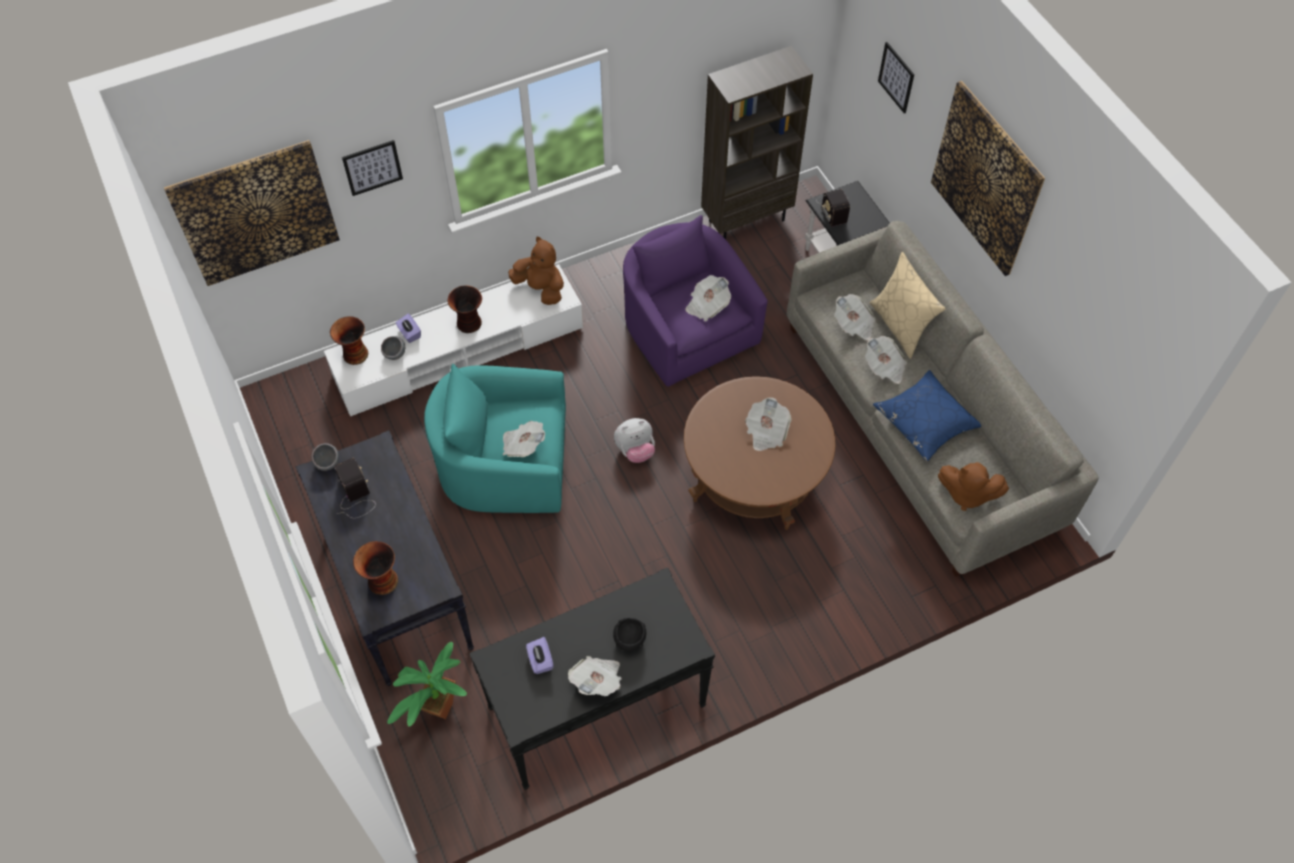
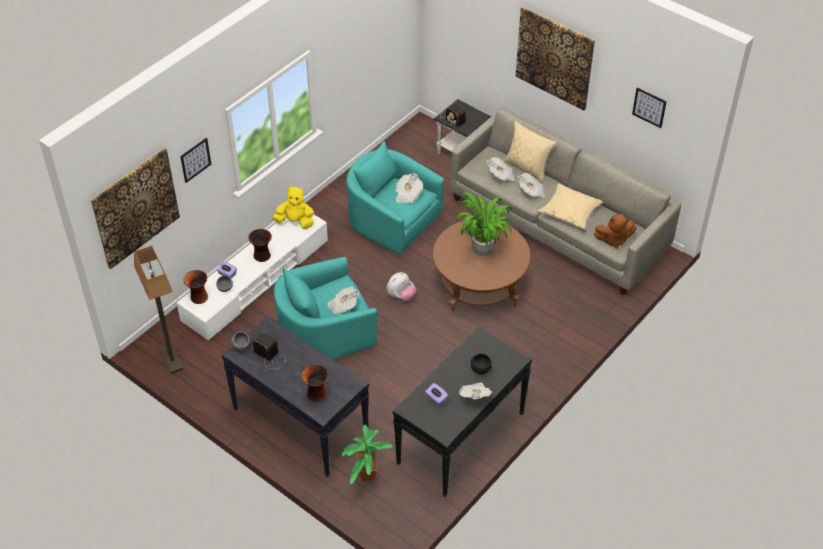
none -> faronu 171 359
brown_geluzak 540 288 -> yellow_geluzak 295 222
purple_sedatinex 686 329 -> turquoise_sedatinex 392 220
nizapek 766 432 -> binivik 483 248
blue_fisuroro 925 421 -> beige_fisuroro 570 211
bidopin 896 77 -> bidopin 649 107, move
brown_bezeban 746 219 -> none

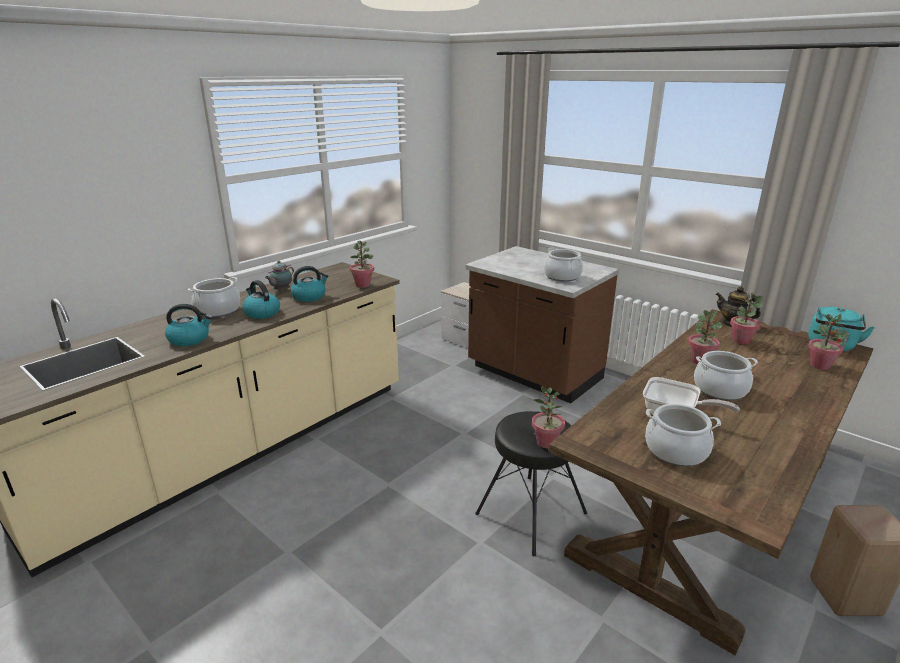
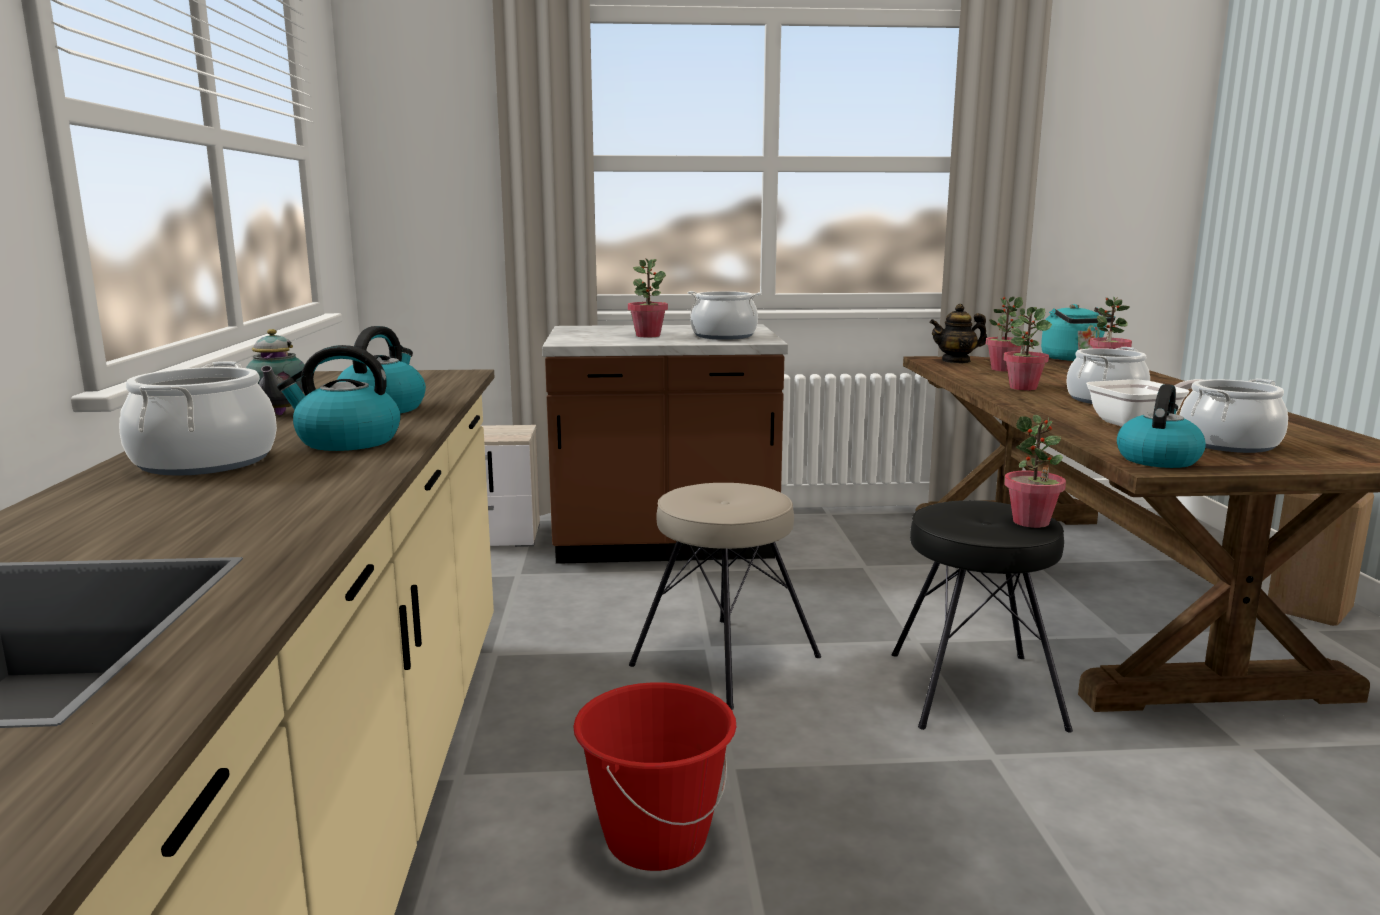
none -> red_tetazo 655 839
binivik 363 285 -> binivik 648 335, move
none -> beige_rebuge 724 660
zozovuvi 190 339 -> zozovuvi 1157 459, move

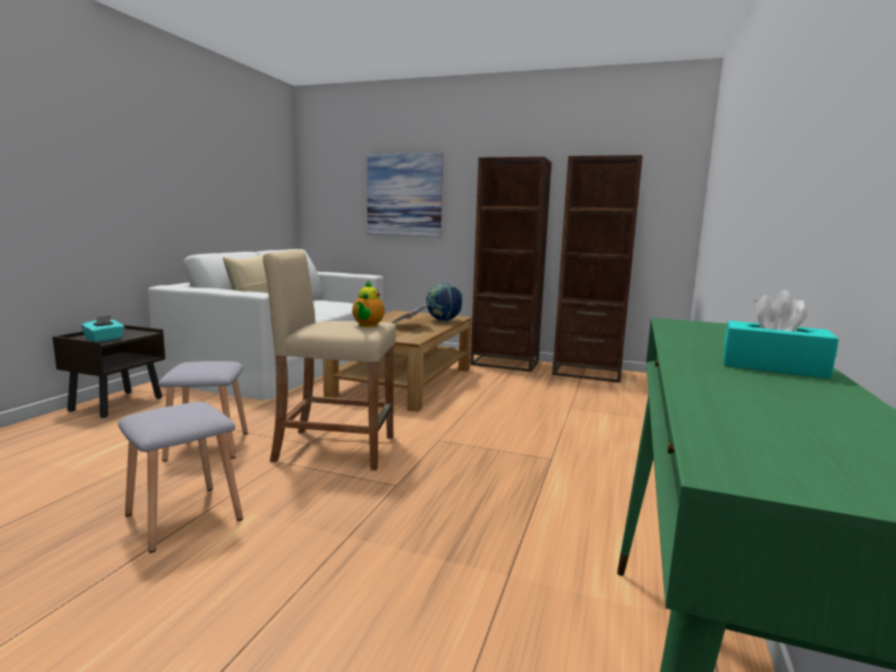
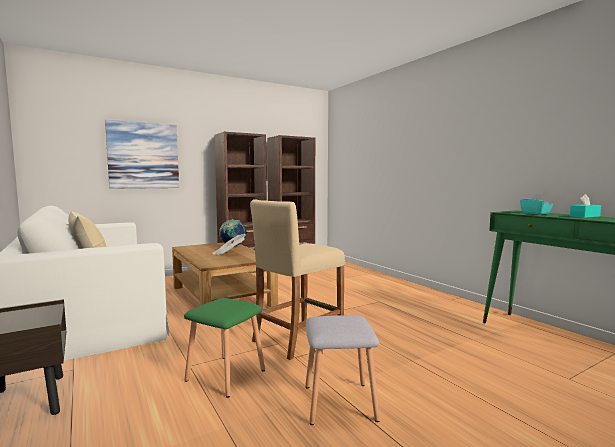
grey_rebuge 207 445 -> green_rebuge 224 375
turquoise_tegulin 105 339 -> turquoise_tegulin 535 213, move
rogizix 367 325 -> none

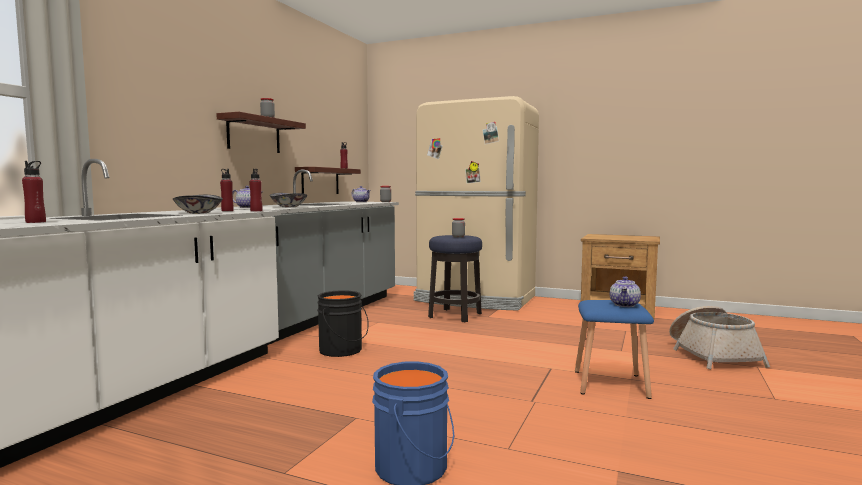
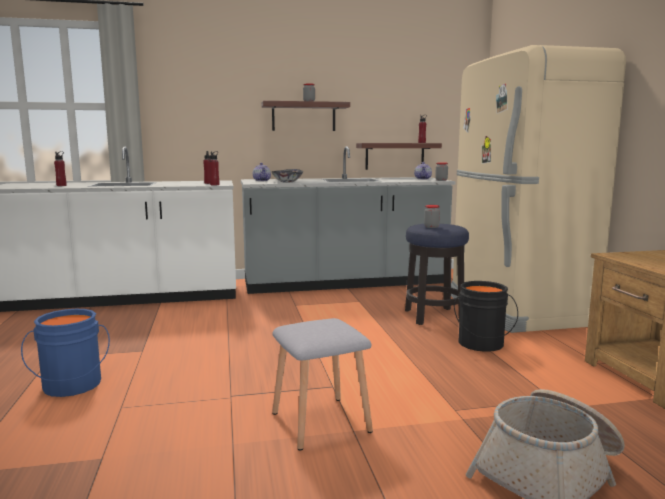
blue_rebuge 611 384 -> grey_rebuge 322 422
black_tetazo 342 350 -> black_tetazo 481 344, move
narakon 198 213 -> none
rogizix 625 305 -> none

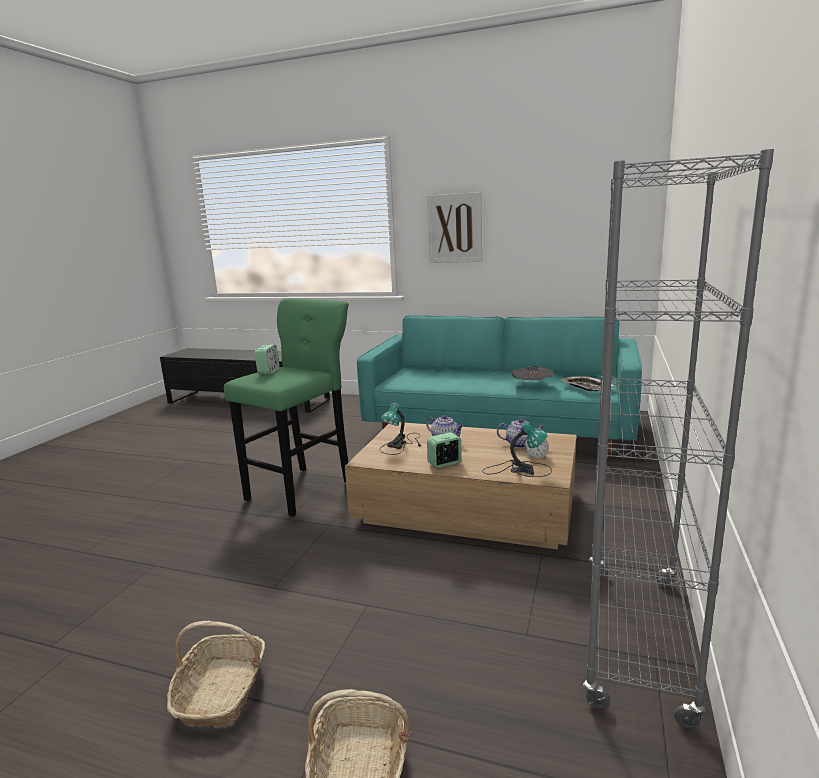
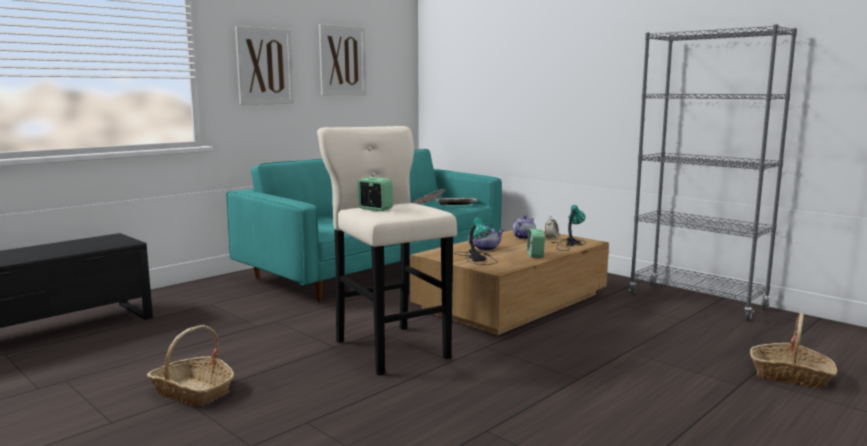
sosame 222 691 -> sosame 193 392, move
green_rebuge 303 488 -> beige_rebuge 389 347
none -> bidopin 342 61

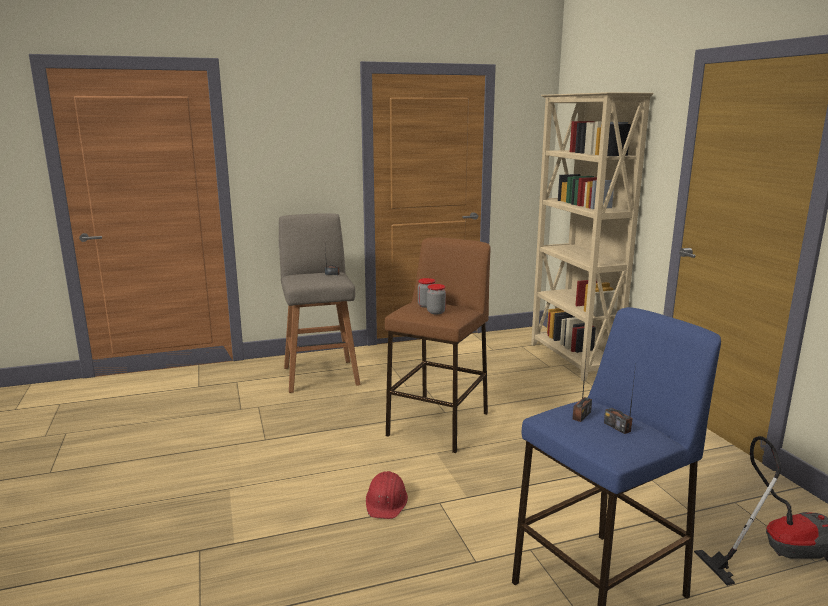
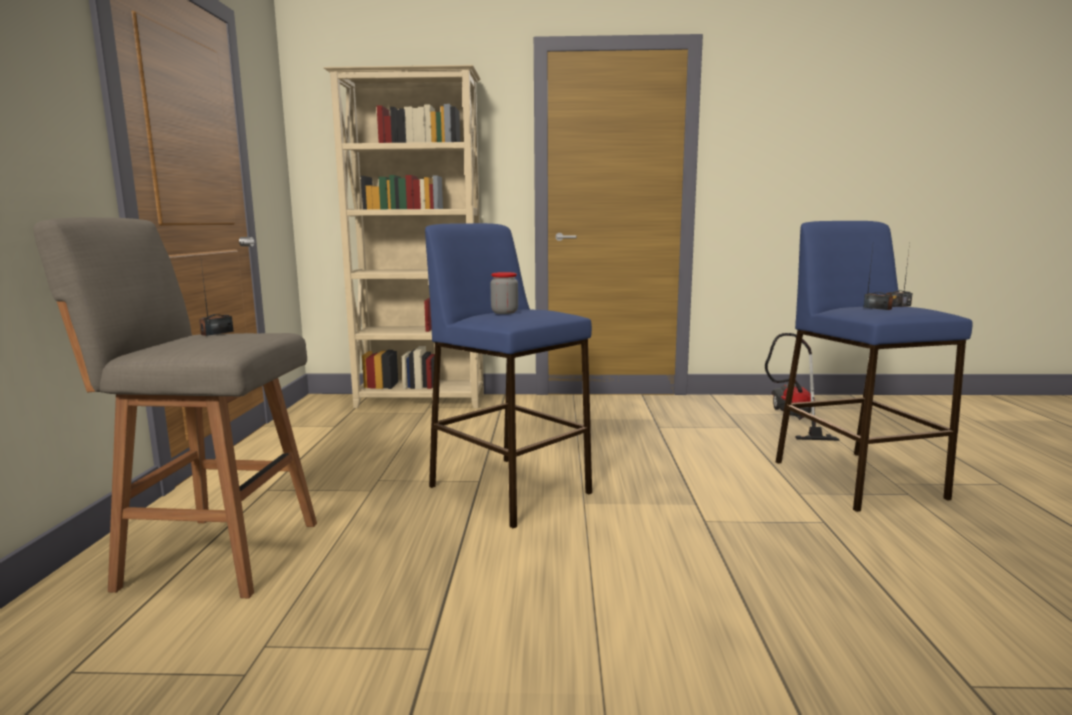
brown_rebuge 439 423 -> blue_rebuge 508 489
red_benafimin 386 501 -> none
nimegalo 436 312 -> none

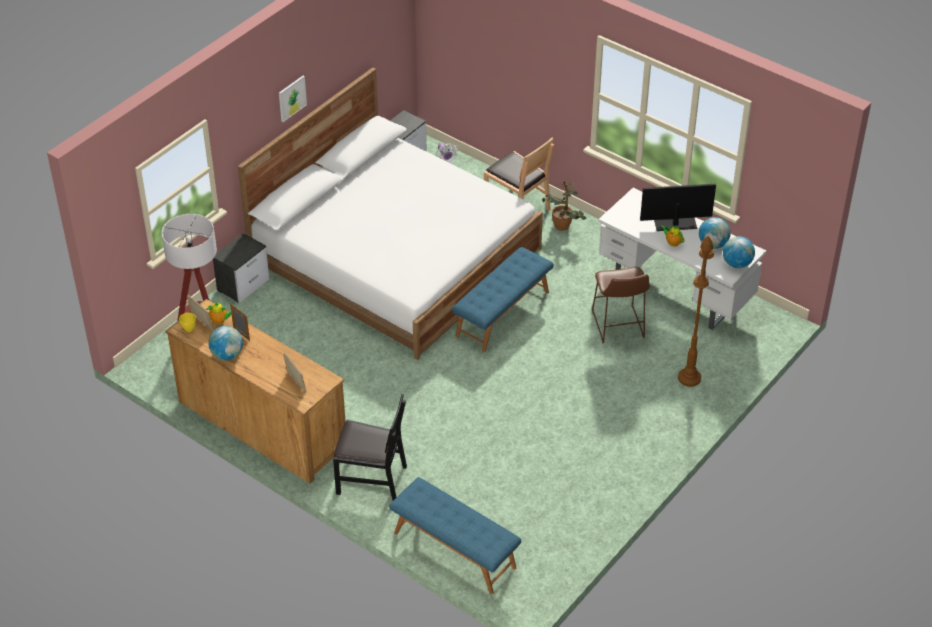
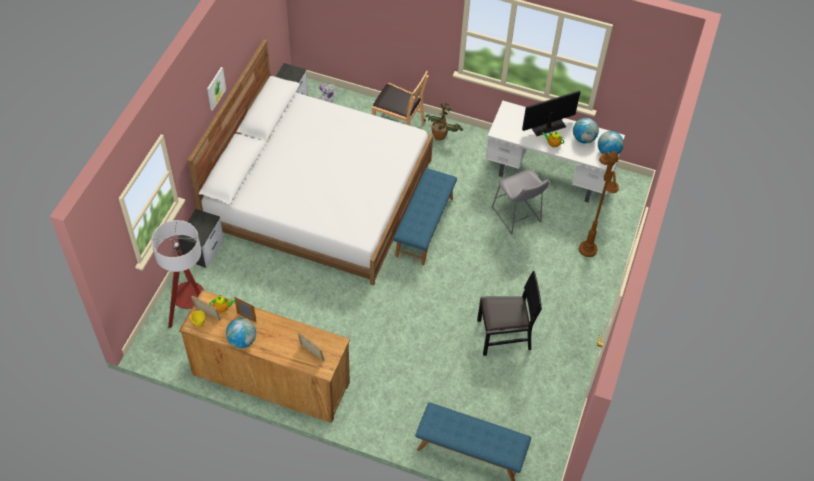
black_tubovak 371 479 -> black_tubovak 503 335, move
brown_rebuge 618 327 -> grey_rebuge 517 217

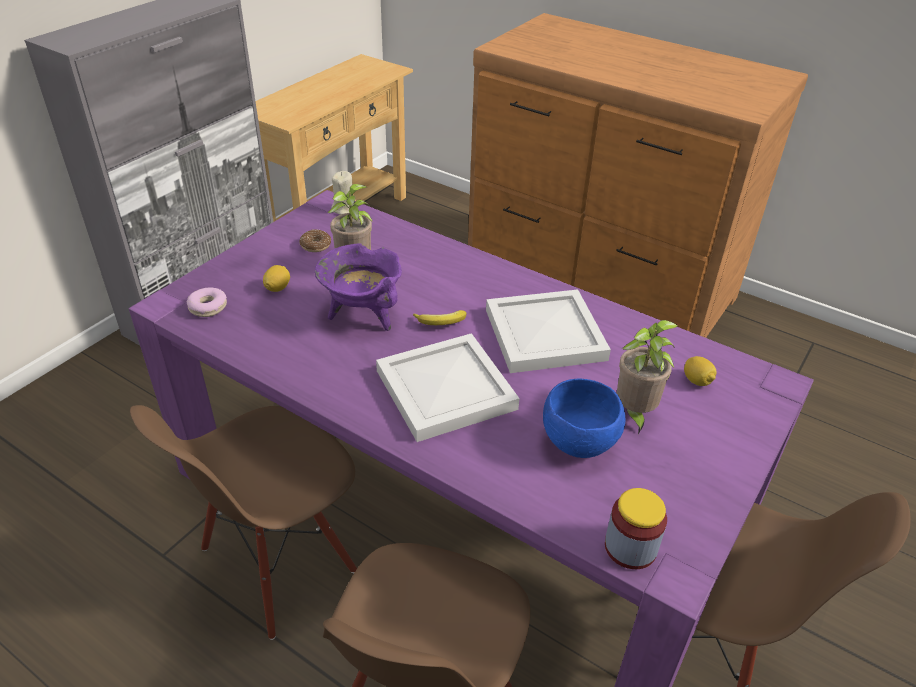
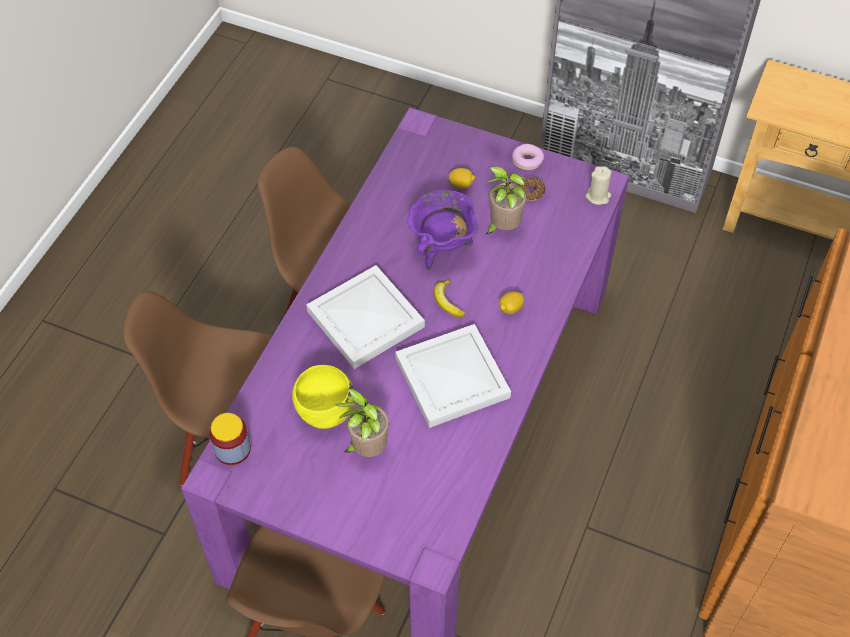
blue_narakon 579 444 -> yellow_narakon 325 413
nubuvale 697 381 -> nubuvale 510 309, move
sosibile 208 307 -> sosibile 527 160, move

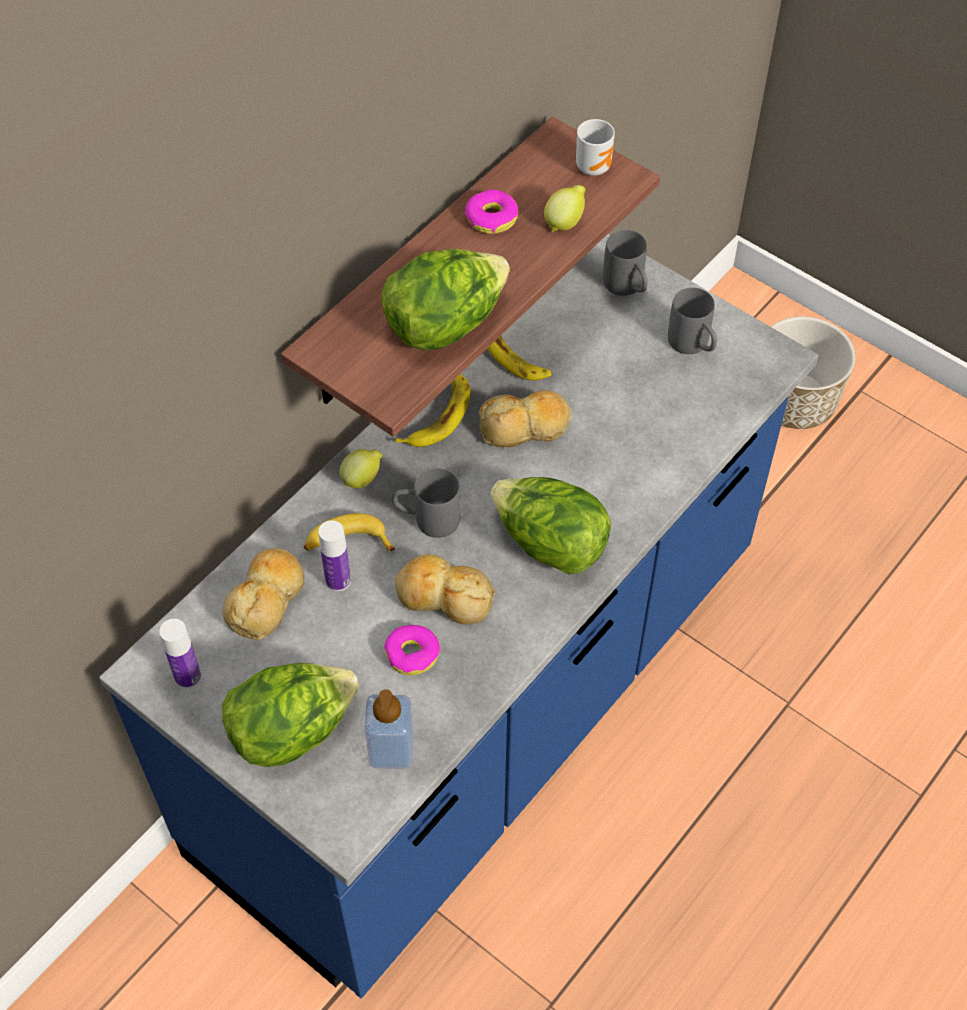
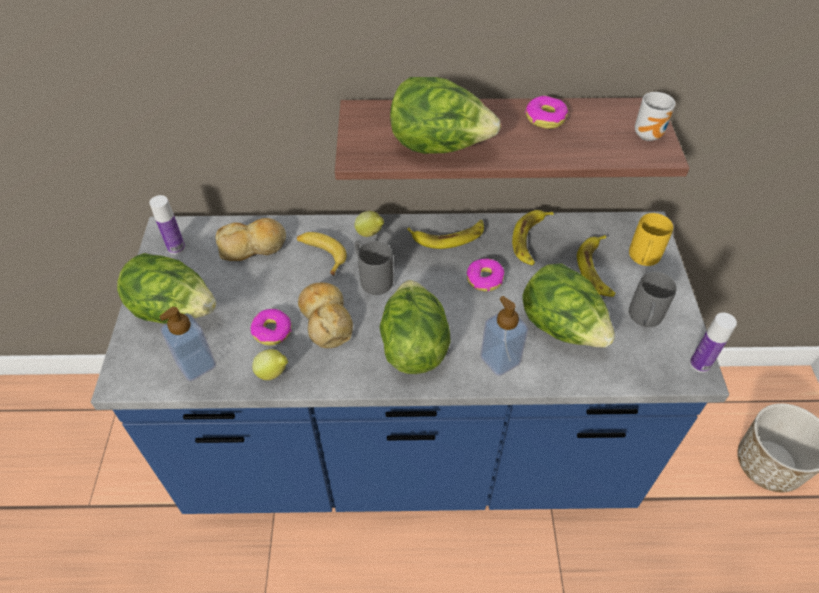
nubuvale 565 222 -> nubuvale 273 373, move
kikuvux 525 427 -> sosibile 484 279
none -> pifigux 500 360
none -> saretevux 562 327
none -> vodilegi 596 269
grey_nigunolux 627 288 -> yellow_nigunolux 643 260
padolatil 338 580 -> padolatil 700 364, move

